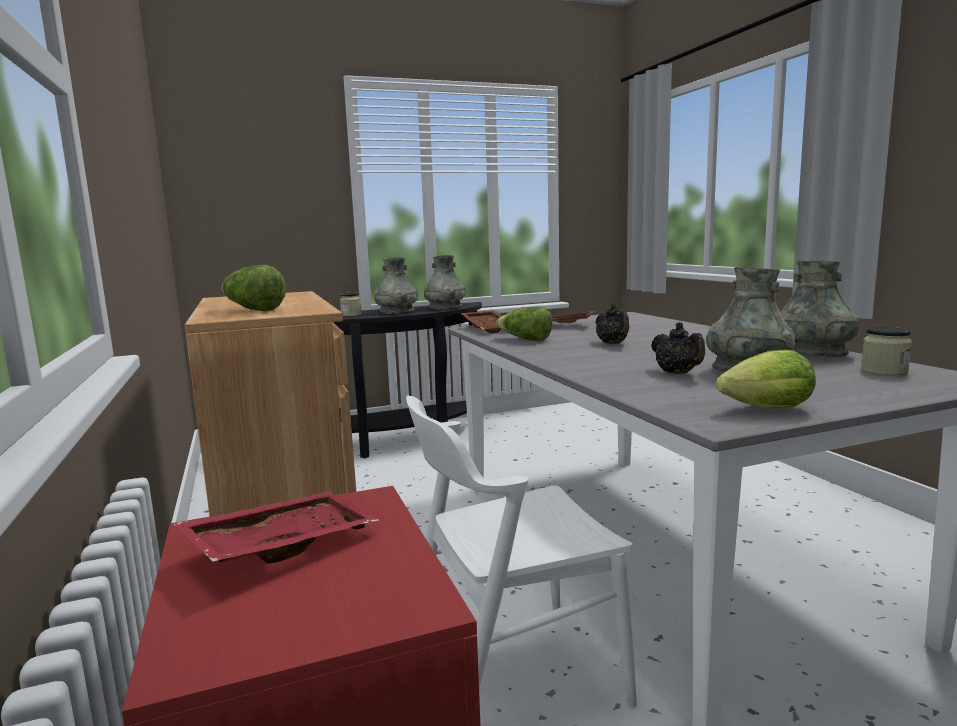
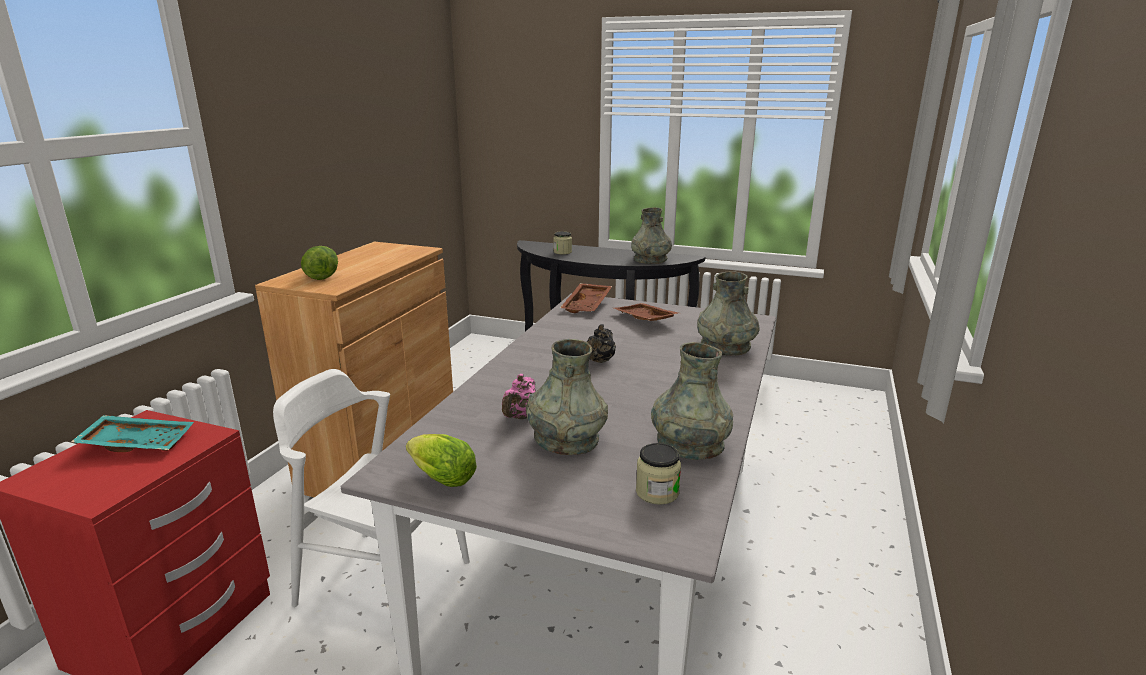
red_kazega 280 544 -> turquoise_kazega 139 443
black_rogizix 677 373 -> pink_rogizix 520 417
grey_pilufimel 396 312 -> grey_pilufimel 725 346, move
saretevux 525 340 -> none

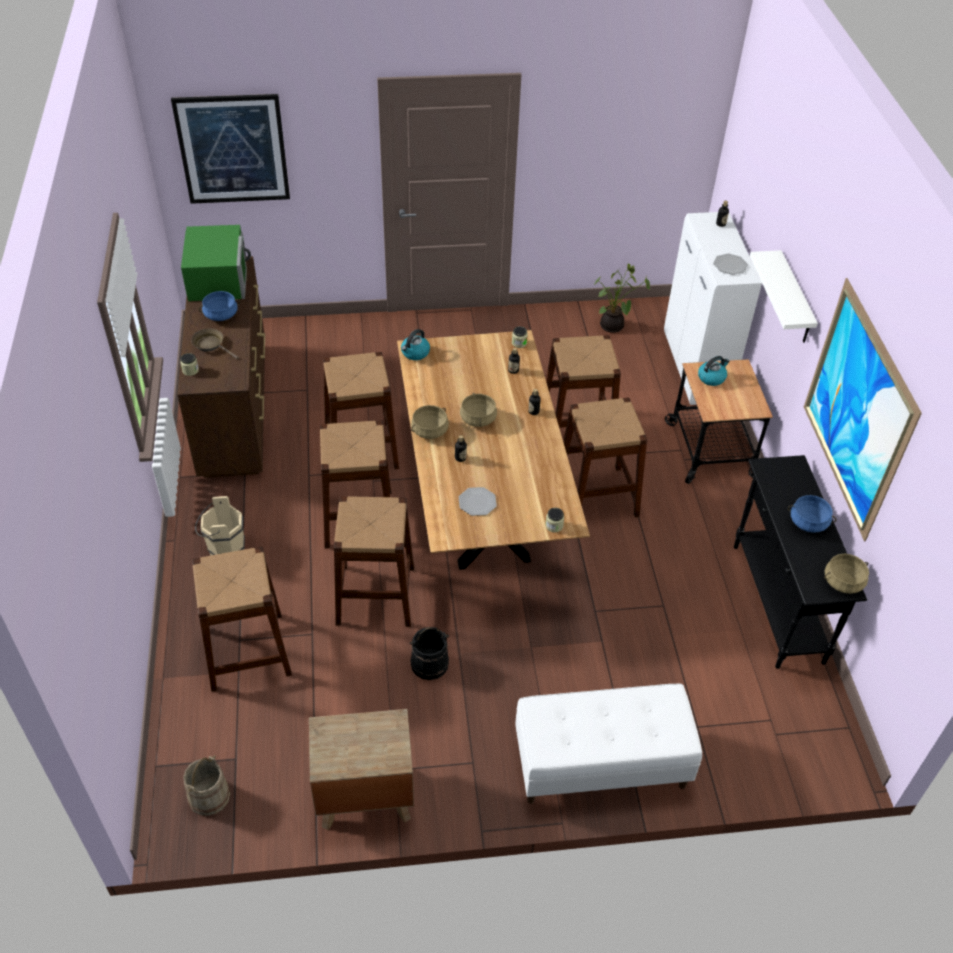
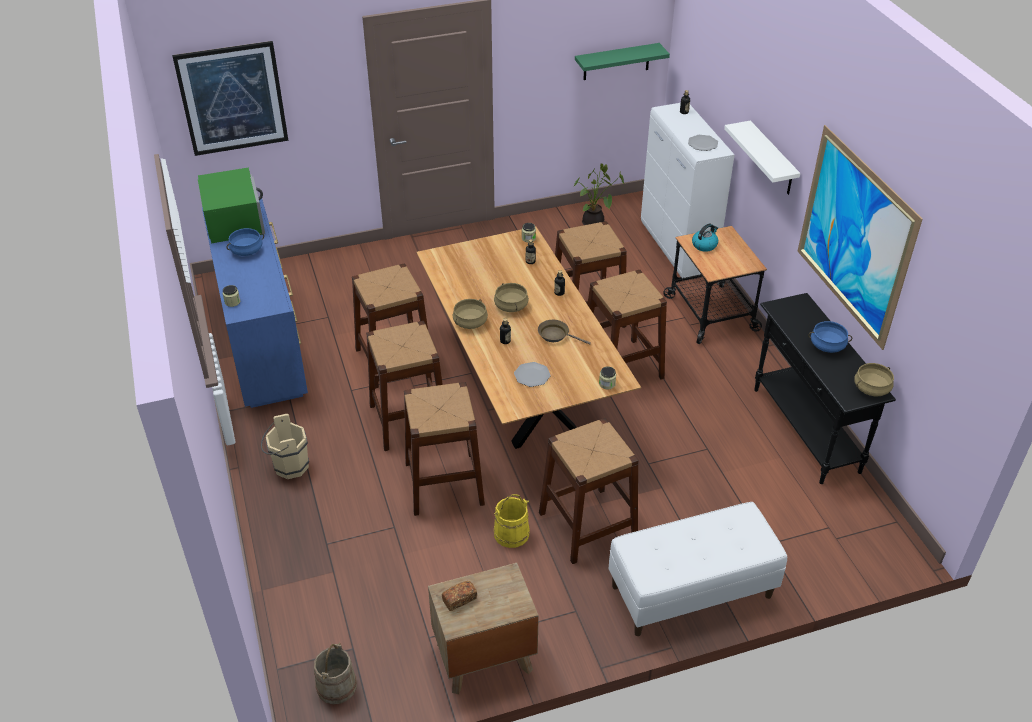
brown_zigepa 235 408 -> blue_zigepa 263 343
none -> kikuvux 459 599
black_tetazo 429 663 -> yellow_tetazo 511 533
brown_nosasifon 211 345 -> brown_nosasifon 556 335, move
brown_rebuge 247 651 -> brown_rebuge 587 525, move
none -> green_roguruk 616 61
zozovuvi 415 353 -> none

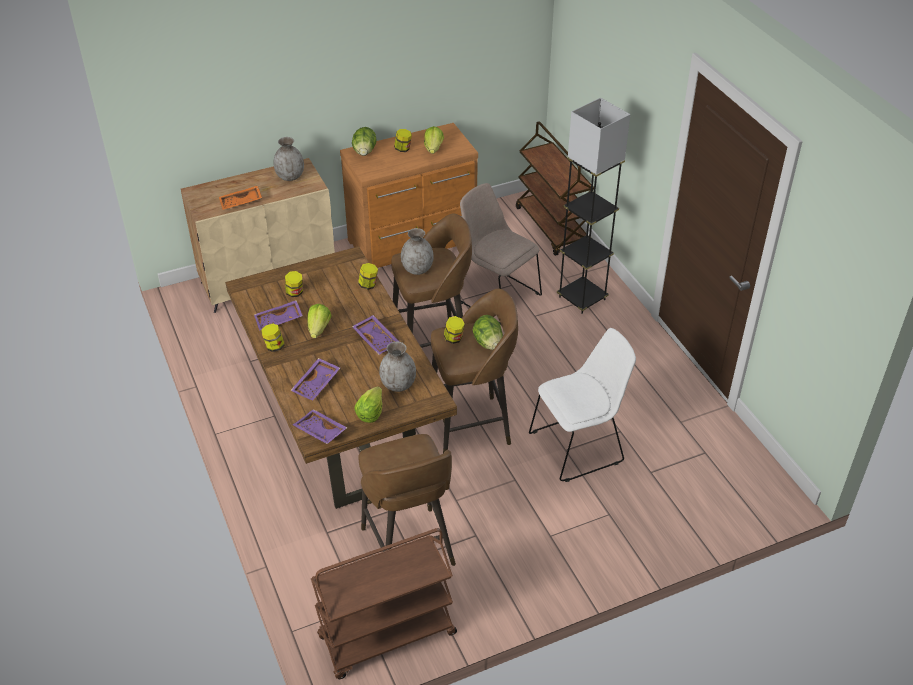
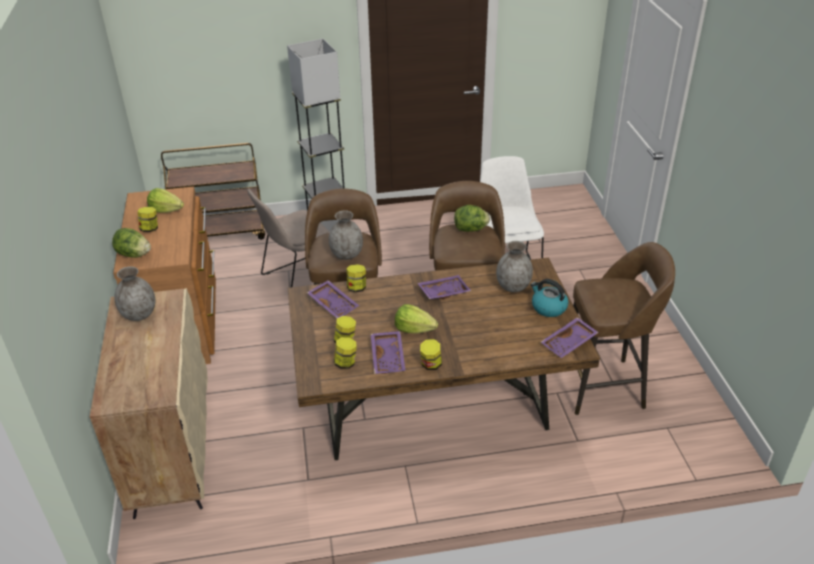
purple_kazega 317 384 -> purple_kazega 334 304, move
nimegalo 454 339 -> nimegalo 346 363, move
saretevux 370 413 -> zozovuvi 548 307
orange_kazega 241 203 -> none
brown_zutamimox 386 637 -> none

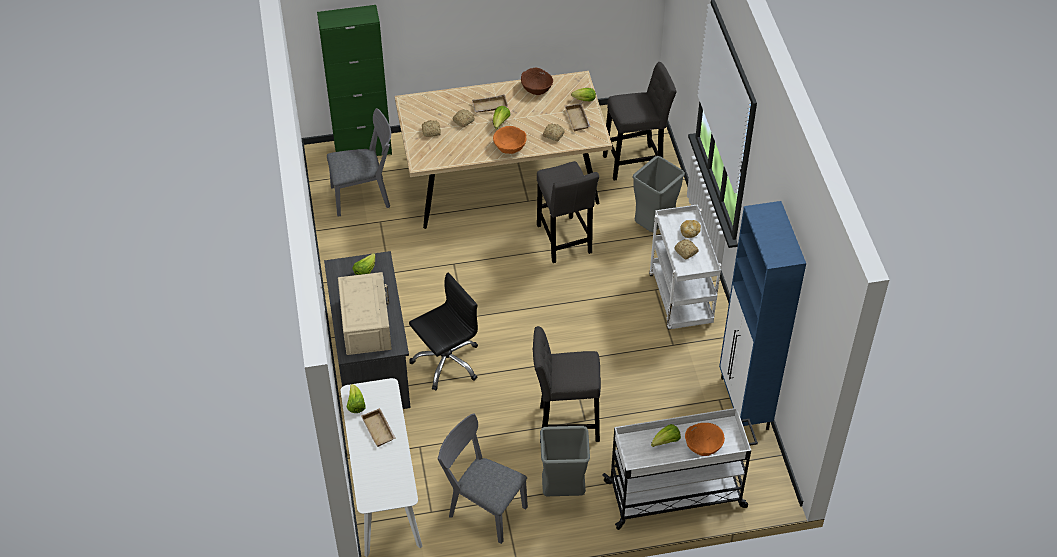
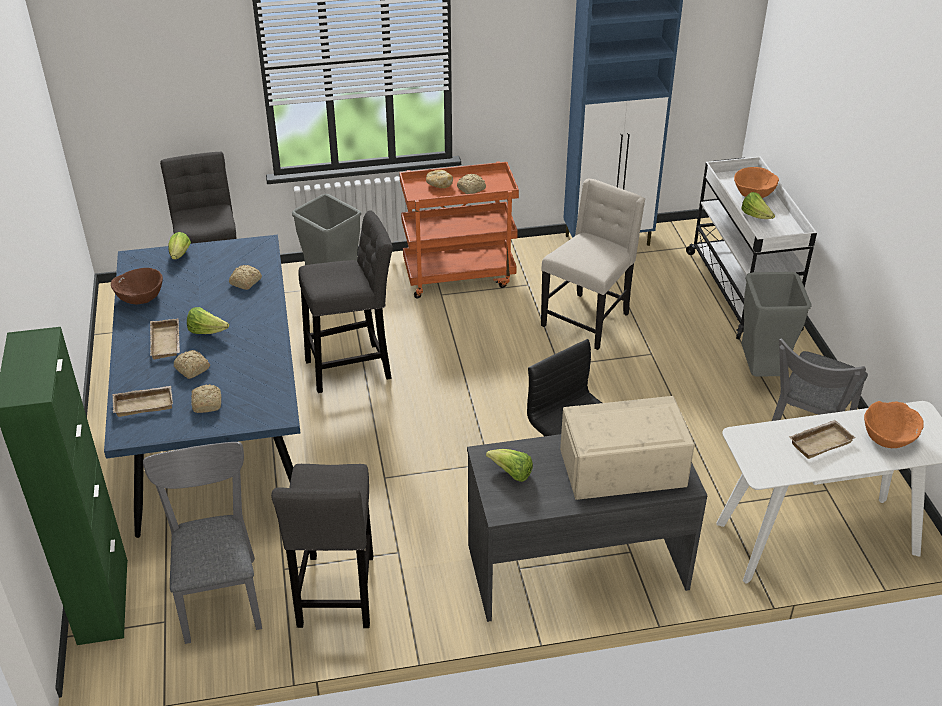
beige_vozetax 503 178 -> blue_vozetax 218 426
beige_kazega 578 119 -> beige_kazega 144 403, move
grey_rebuge 565 424 -> grey_rebuge 336 596, move
white_zutamimox 681 300 -> orange_zutamimox 459 276
none -> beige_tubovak 587 320
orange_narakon 509 147 -> orange_narakon 888 437, move
saretevux 356 405 -> none

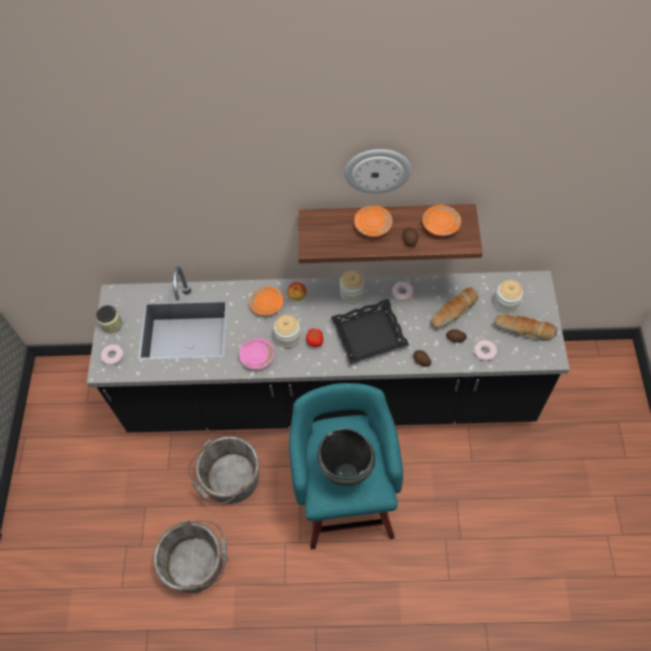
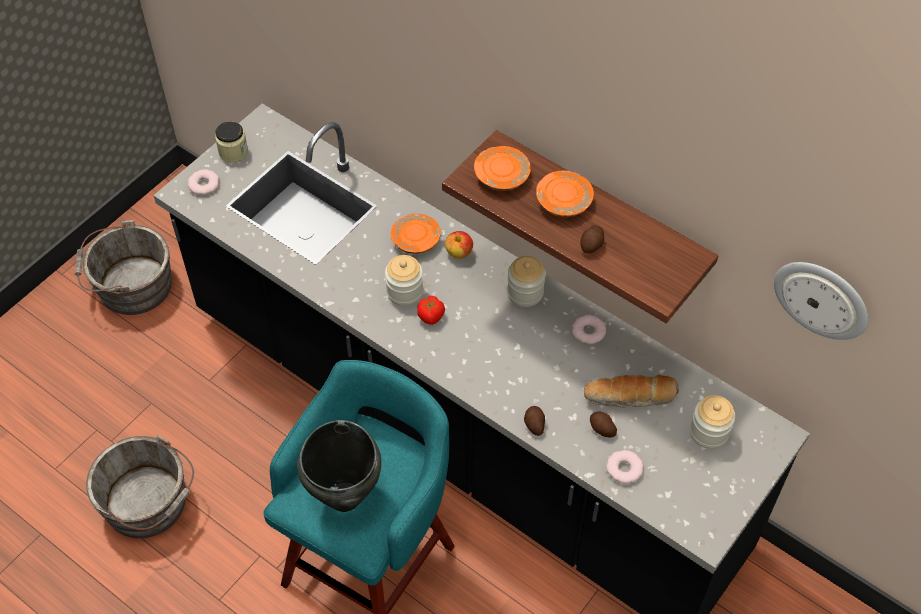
grey_tetazo 229 480 -> grey_tetazo 130 286, move
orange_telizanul 440 225 -> orange_telizanul 502 175, move
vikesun 377 170 -> vikesun 822 298, move
pink_telizanul 257 357 -> none
black_kazega 369 335 -> none
kikuvux 524 331 -> none

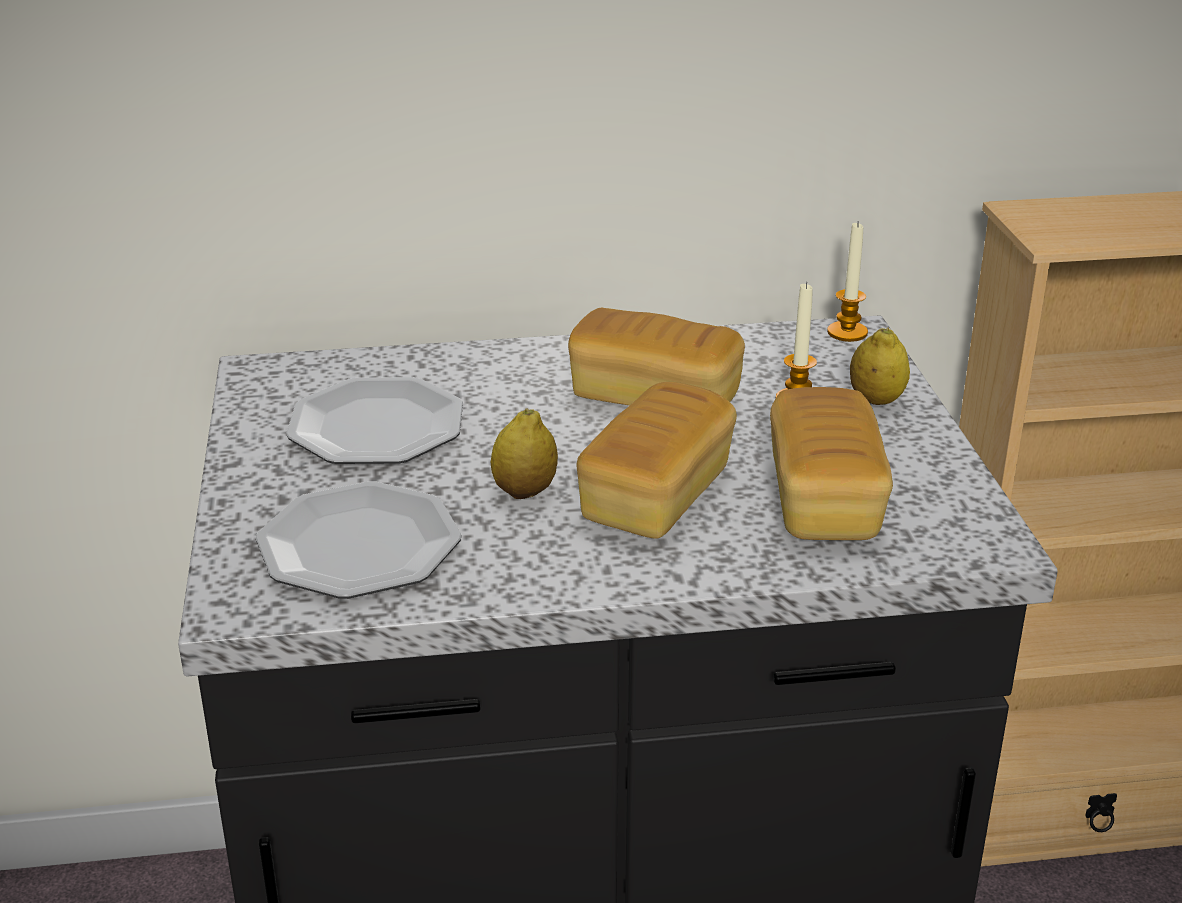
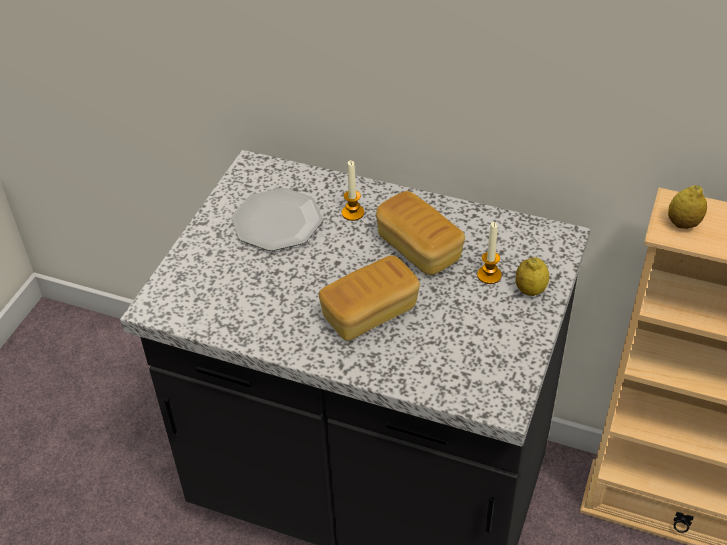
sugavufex 847 332 -> sugavufex 353 213, move
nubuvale 524 491 -> nubuvale 683 224, move
telizanul 357 546 -> none
kikuvux 824 501 -> none

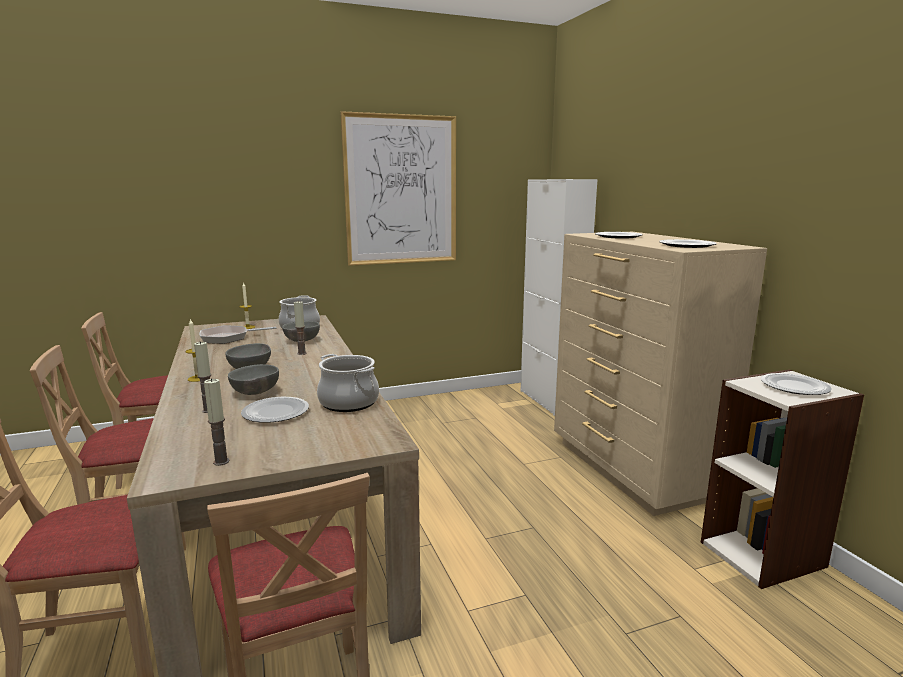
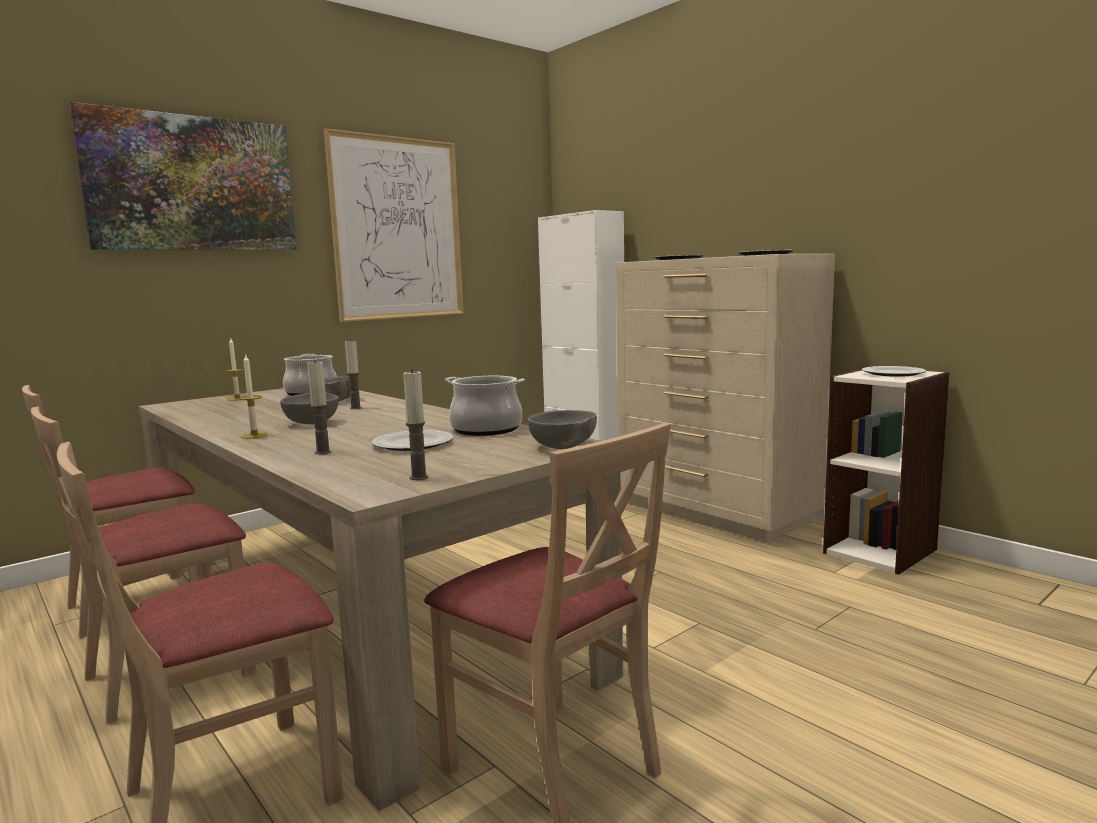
none -> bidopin 193 184
grey_narakon 255 393 -> grey_narakon 563 448, move
nosasifon 228 338 -> none

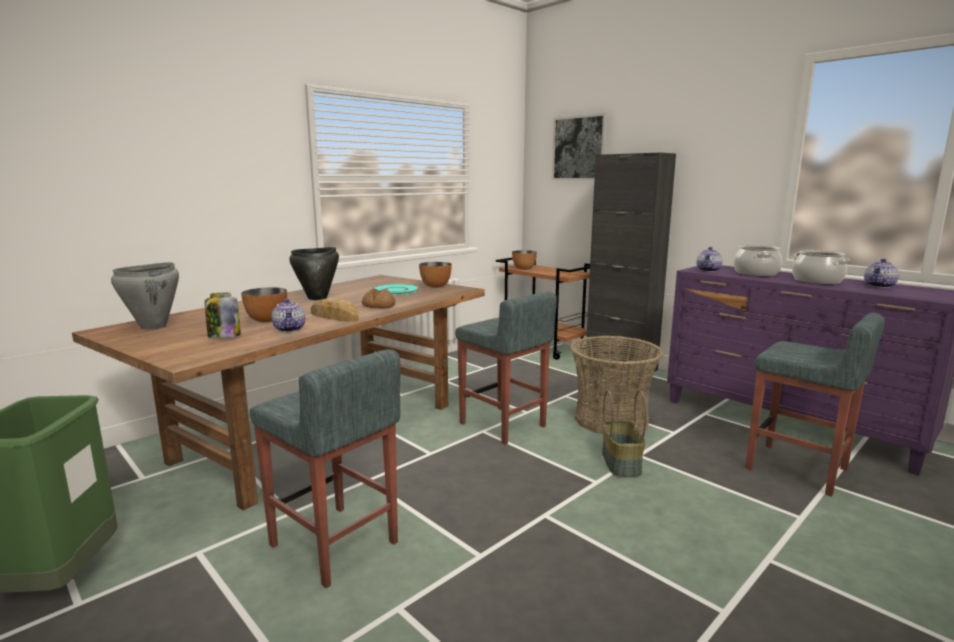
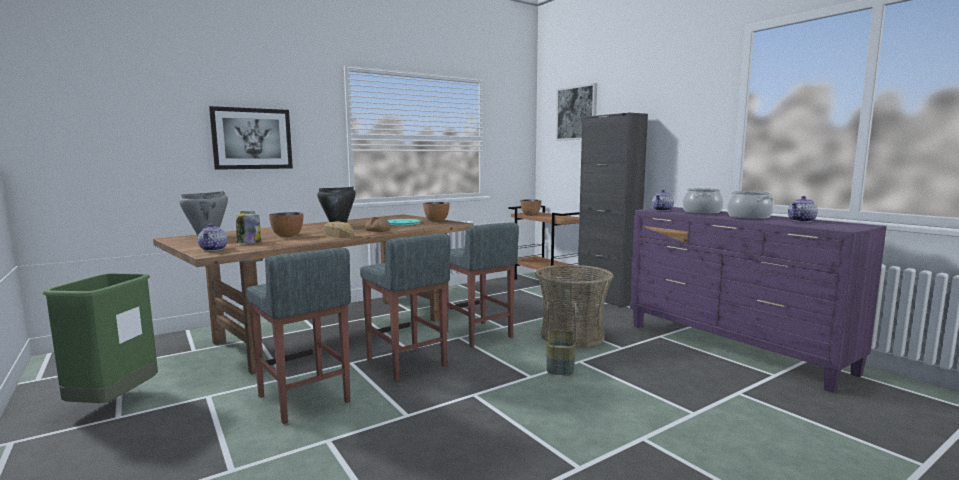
rogizix 290 329 -> rogizix 214 249, move
none -> bidopin 252 138
grey_rebuge 798 469 -> grey_rebuge 406 363, move

